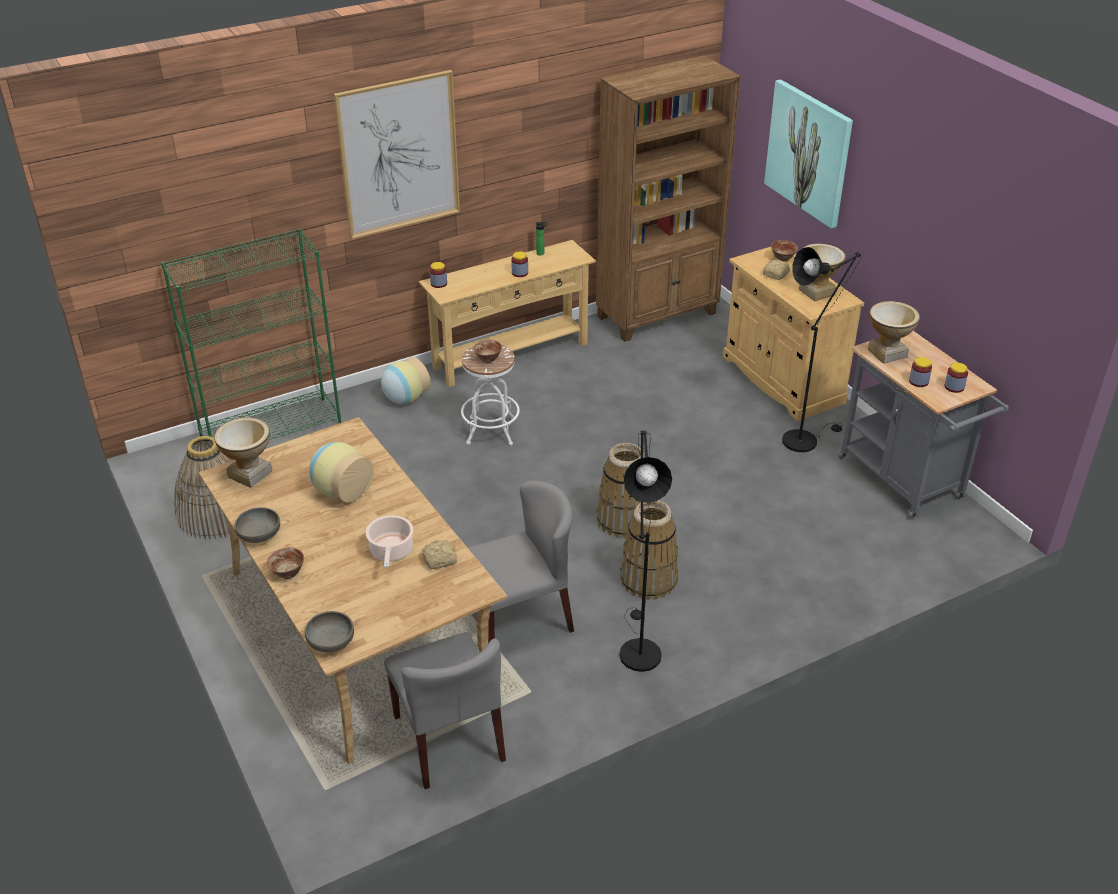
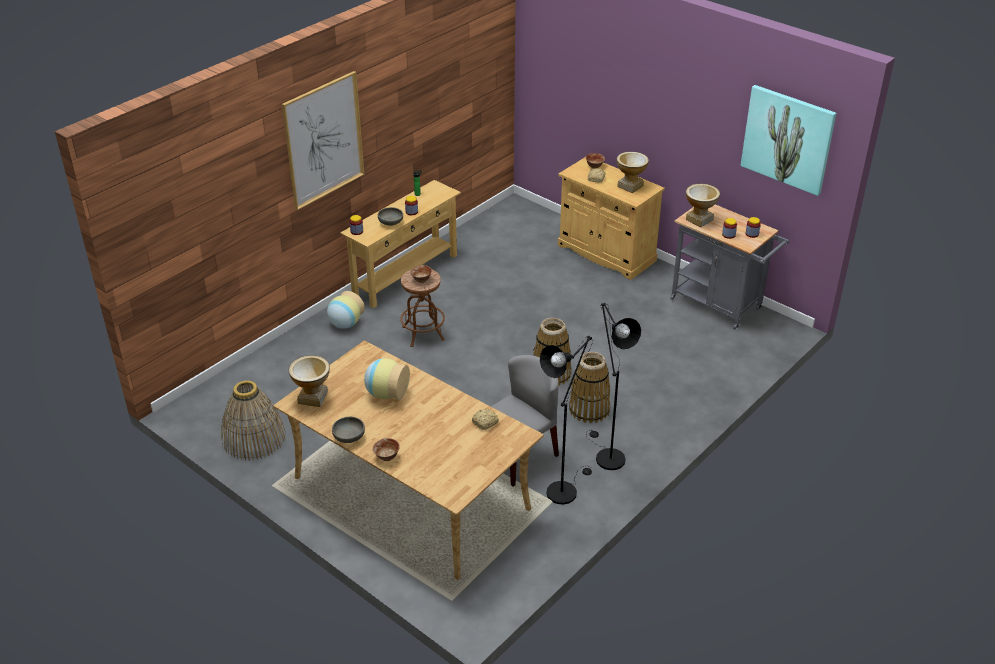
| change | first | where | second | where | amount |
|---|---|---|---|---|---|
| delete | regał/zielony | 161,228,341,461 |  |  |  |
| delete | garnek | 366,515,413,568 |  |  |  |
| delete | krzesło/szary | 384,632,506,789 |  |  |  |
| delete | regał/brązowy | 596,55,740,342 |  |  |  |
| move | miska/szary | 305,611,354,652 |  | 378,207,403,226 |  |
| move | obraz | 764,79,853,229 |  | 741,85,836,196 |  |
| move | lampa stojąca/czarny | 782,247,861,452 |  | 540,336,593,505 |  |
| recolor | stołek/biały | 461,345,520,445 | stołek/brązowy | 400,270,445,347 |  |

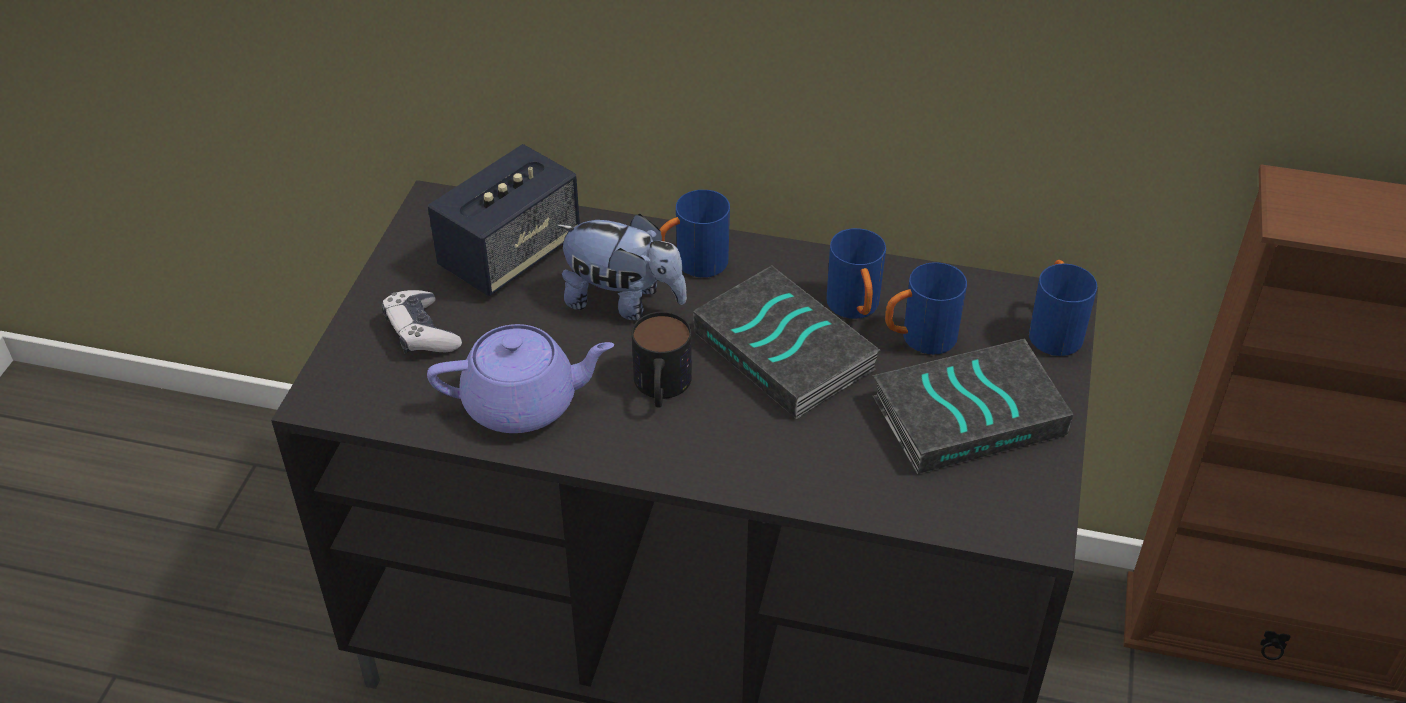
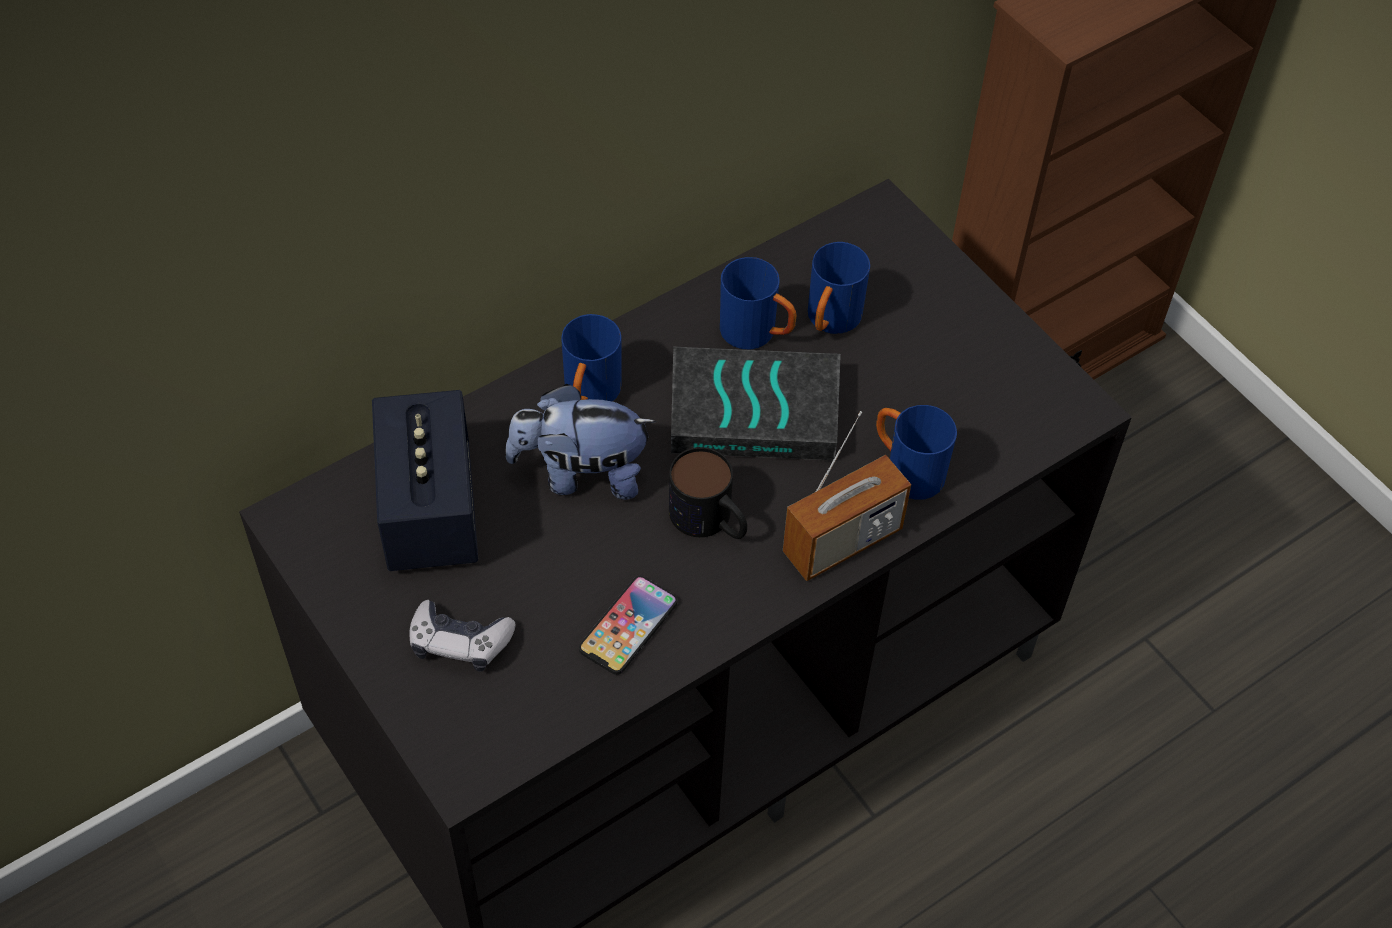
| change | first | where | second | where | amount |
|---|---|---|---|---|---|
| delete | książka | 873,338,1073,474 |  |  |  |
| insert |  |  | radio | 783,411,911,581 |  |
| move | kubek/niebieski | 1029,260,1097,356 |  | 876,405,957,500 |  |
| replace | imbryk/fioletowy | 427,324,614,433 | telefon | 579,576,677,675 |  |
| rotate | pluszak | 556,214,687,320 |  | 506,384,656,500 | 150 degrees counterclockwise |

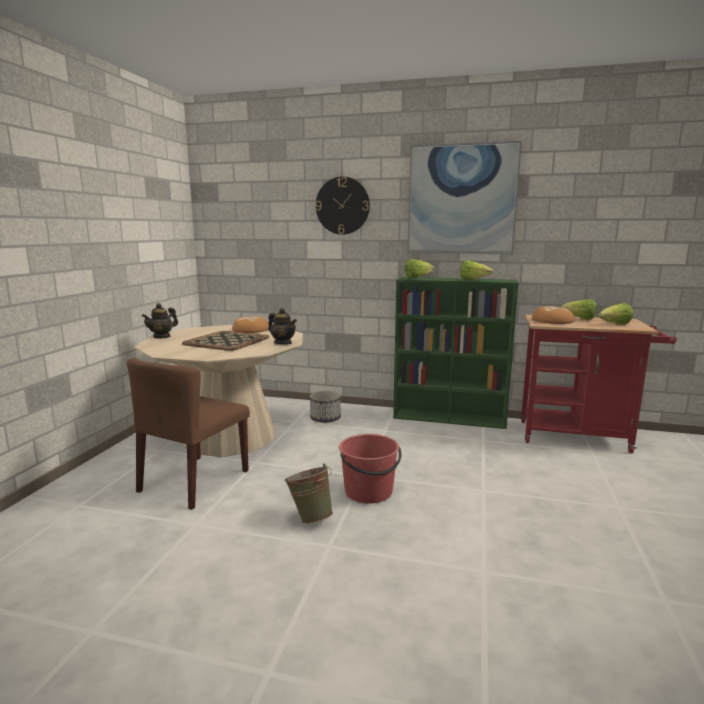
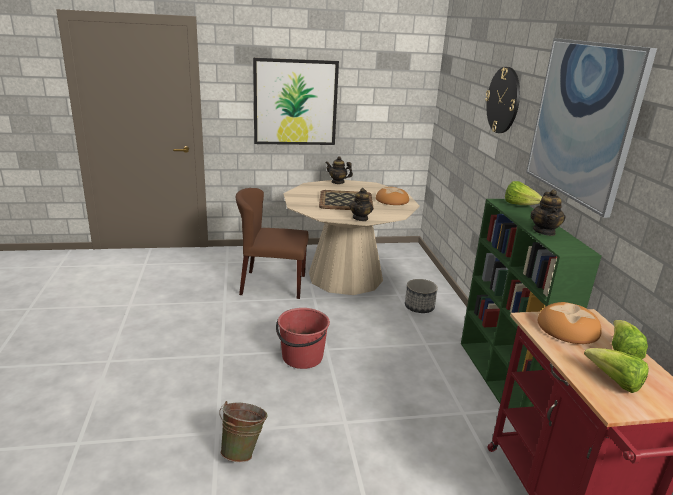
| change | first | where | second | where | amount |
|---|---|---|---|---|---|
| insert |  |  | obraz | 253,58,339,145 |  |
| move | wiadro/zielony | 285,464,333,524 |  | 219,401,268,462 |  |
| replace | sałata | 460,260,493,280 | imbryk | 530,189,565,236 |  |

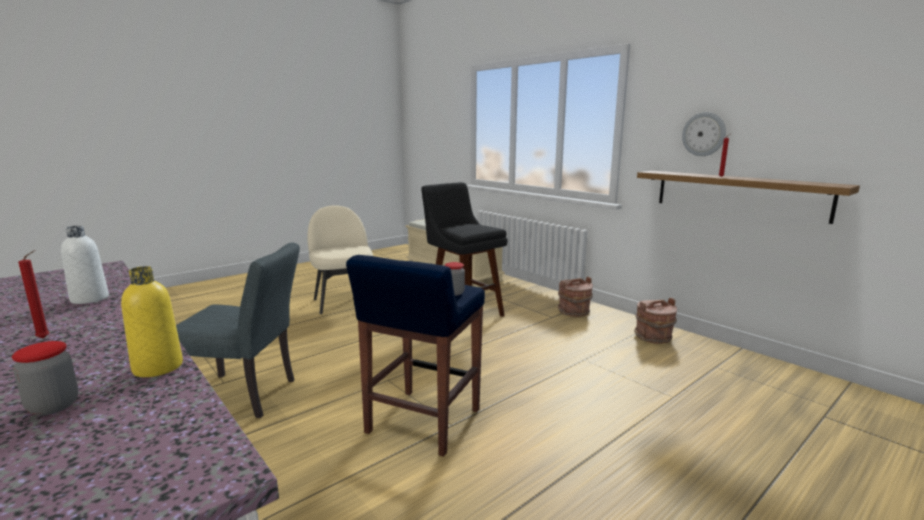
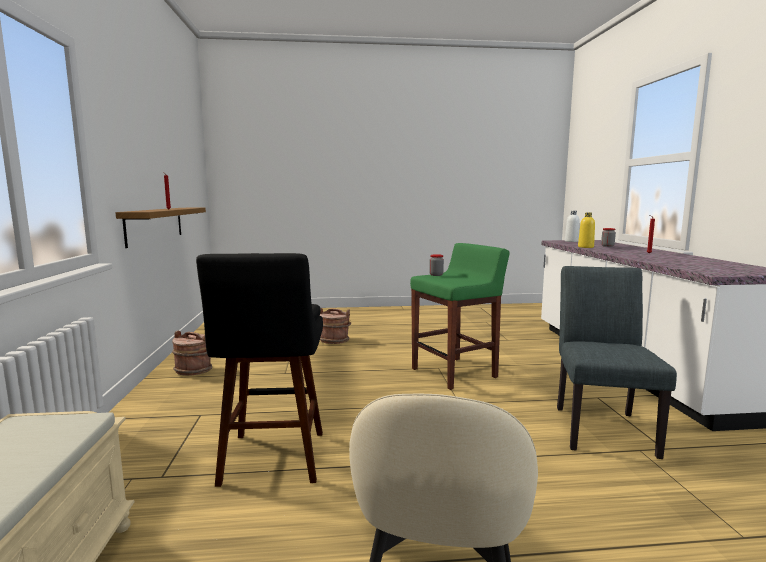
| change | first | where | second | where | amount |
|---|---|---|---|---|---|
| delete | zegar ścienny | 682,112,726,156 |  |  |  |
| move | butelka/biały | 61,226,109,304 |  | 565,211,580,242 |  |
| move | wiadro/brązowy | 558,276,593,317 |  | 320,308,351,344 |  |
| recolor | stołek/niebieski | 346,255,485,457 | stołek/zielony | 410,243,510,390 |  |
| rotate | krzesło/szary | 176,242,300,418 |  | 557,266,677,459 | 60 degrees clockwise |

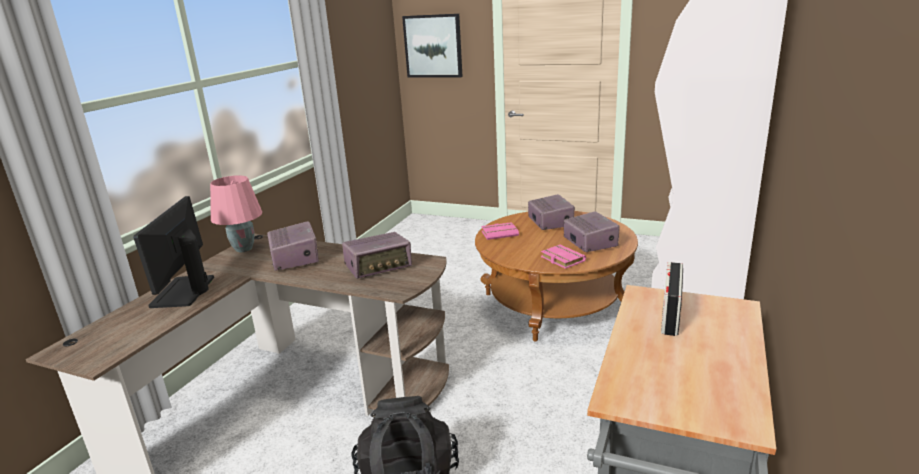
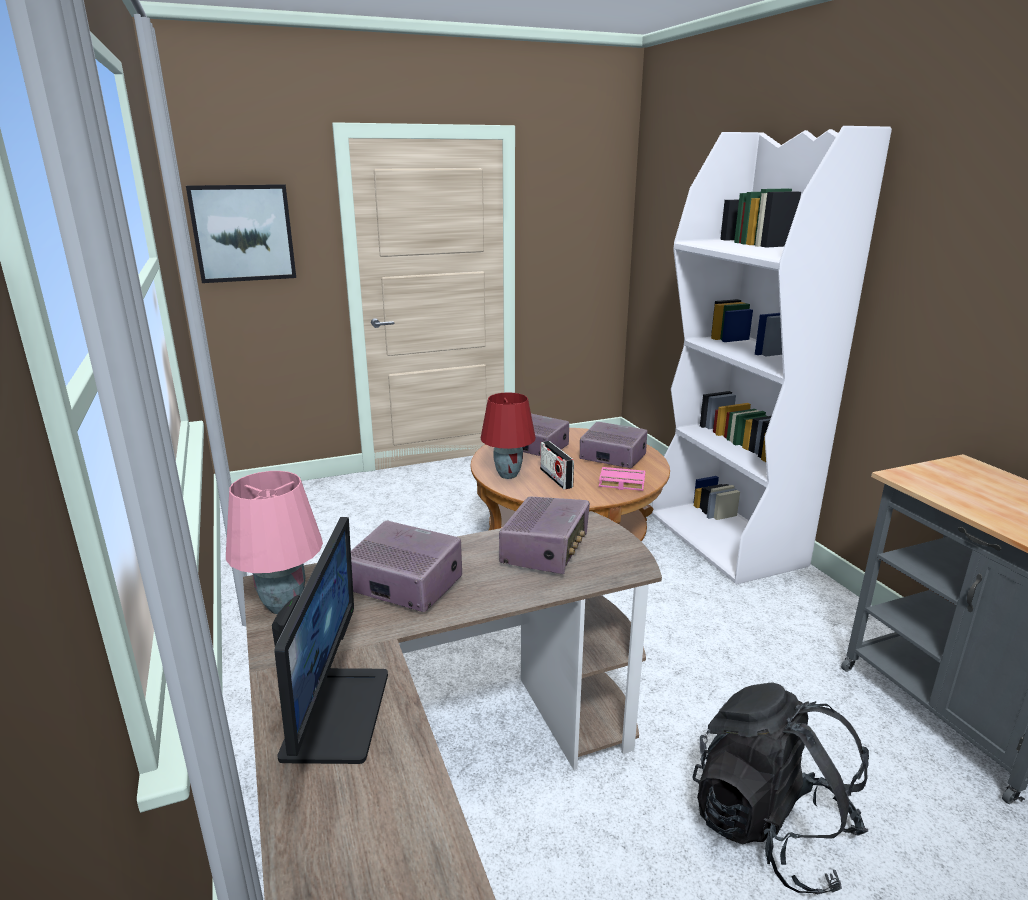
| change | first | where | second | where | amount |
|---|---|---|---|---|---|
| move | radio | 661,262,683,336 |  | 540,441,574,489 |  |
| replace | książka/różowy | 481,222,519,240 | lampa stołowa/czerwony | 481,392,536,479 |  |
| rotate | monitor | 133,196,214,308 |  | 272,517,388,764 | 135 degrees counterclockwise |

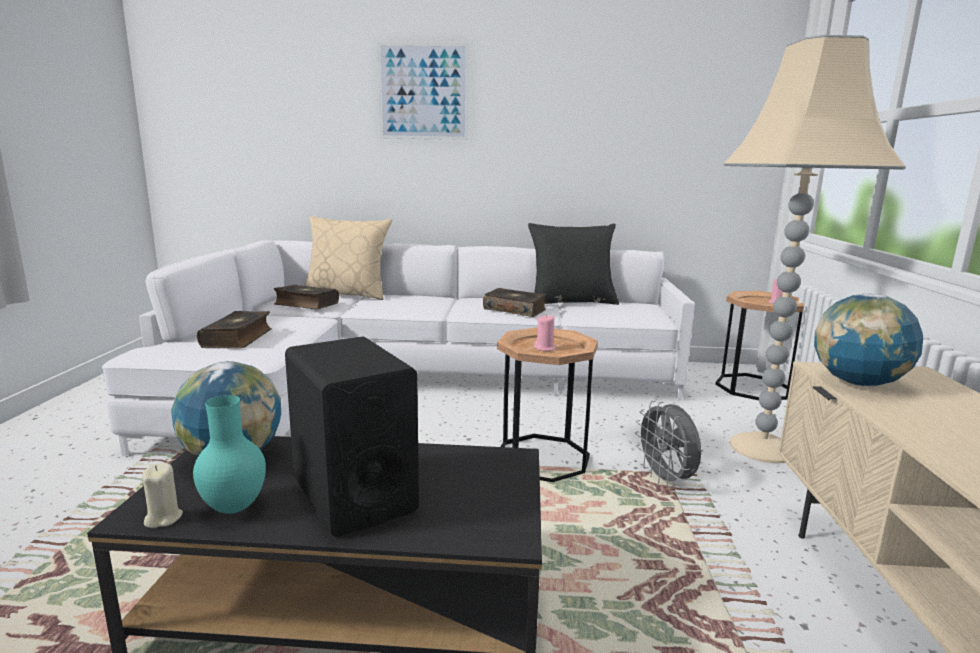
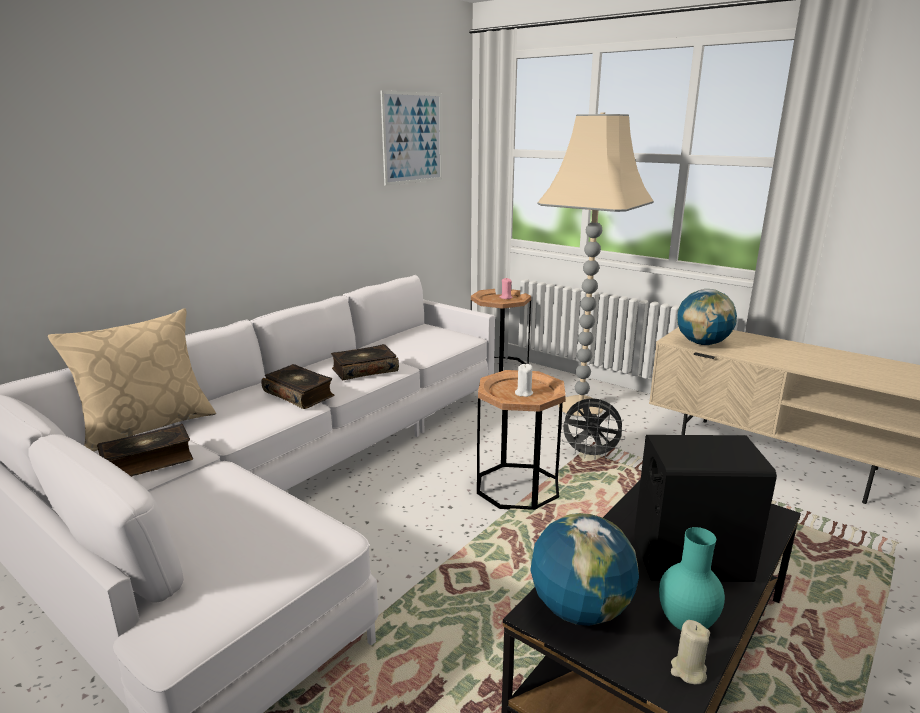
| change | first | where | second | where | amount |
|---|---|---|---|---|---|
| delete | poduszka/czarny | 528,223,619,305 |  |  |  |
| move | książka | 197,311,272,349 |  | 261,364,334,409 |  |
| move | obraz | 378,42,469,140 |  | 380,90,442,186 |  |
| recolor | świeca/różowy | 534,314,556,351 | świeca/biały | 515,364,533,397 |  |

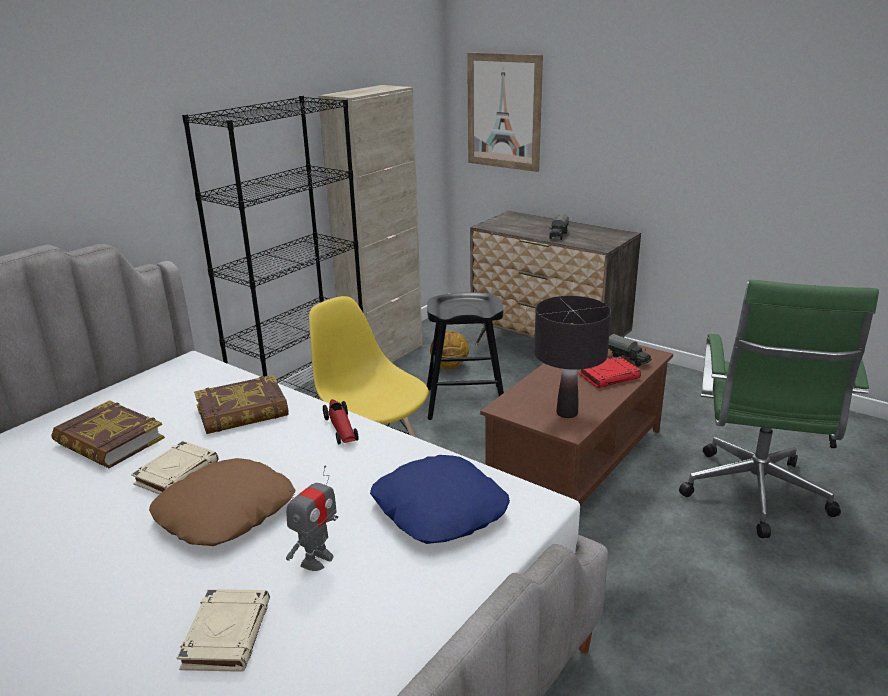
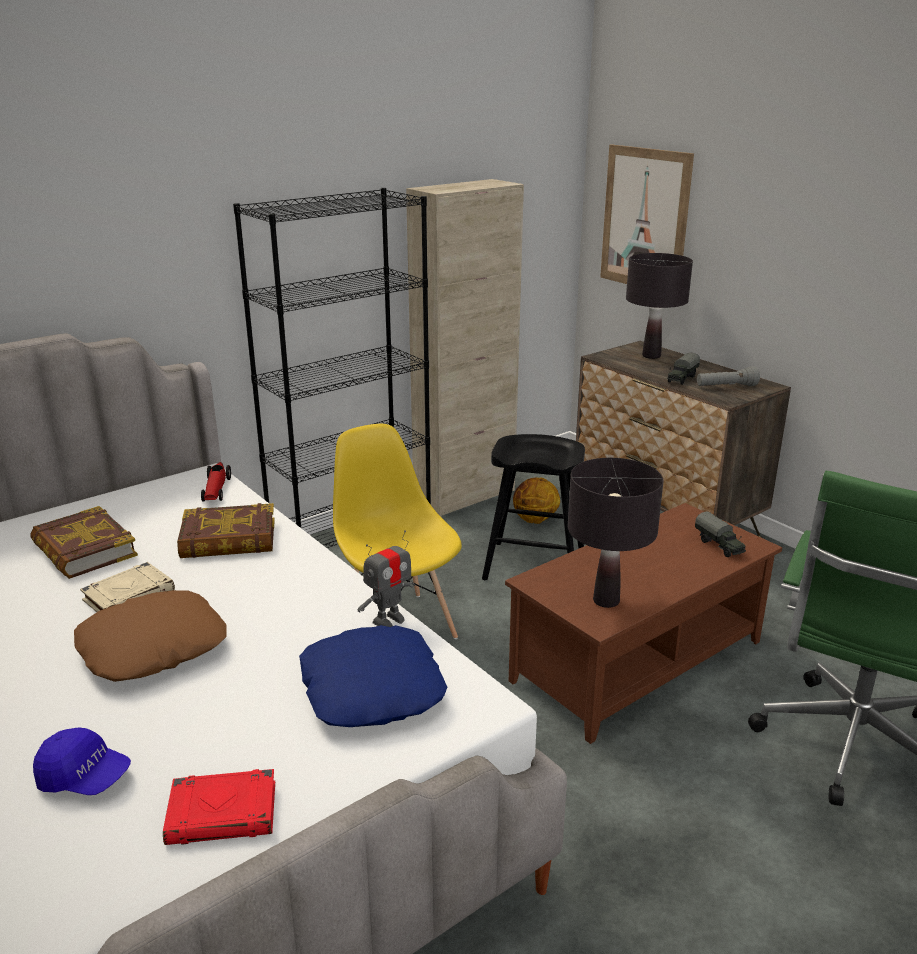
| change | first | where | second | where | amount |
|---|---|---|---|---|---|
| insert |  |  | lampa stołowa/czarny | 626,253,693,359 |  |
| insert |  |  | latarka/szary | 697,366,760,386 |  |
| move | robot zabawkowy | 286,465,338,571 |  | 357,530,415,627 |  |
| move | samochodzik | 323,399,359,444 |  | 201,462,231,502 |  |
| move | książka/czerwony | 578,356,641,388 |  | 163,769,275,845 |  |
| replace | książka/beżowy | 177,589,270,672 | czapka z daszkiem/niebieski | 33,727,131,795 |  |

